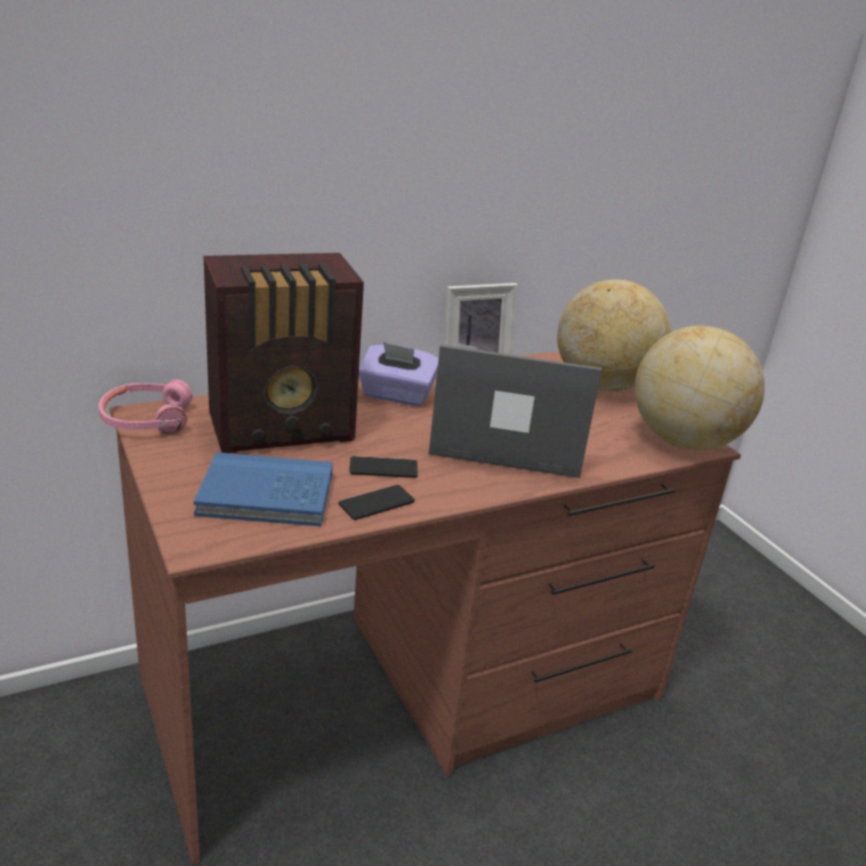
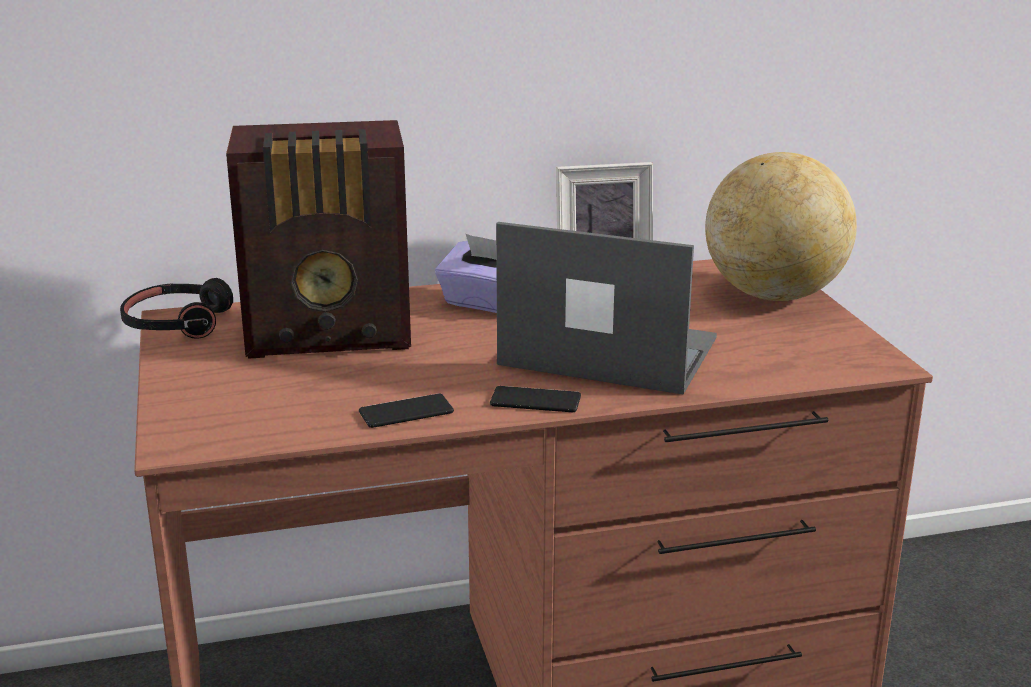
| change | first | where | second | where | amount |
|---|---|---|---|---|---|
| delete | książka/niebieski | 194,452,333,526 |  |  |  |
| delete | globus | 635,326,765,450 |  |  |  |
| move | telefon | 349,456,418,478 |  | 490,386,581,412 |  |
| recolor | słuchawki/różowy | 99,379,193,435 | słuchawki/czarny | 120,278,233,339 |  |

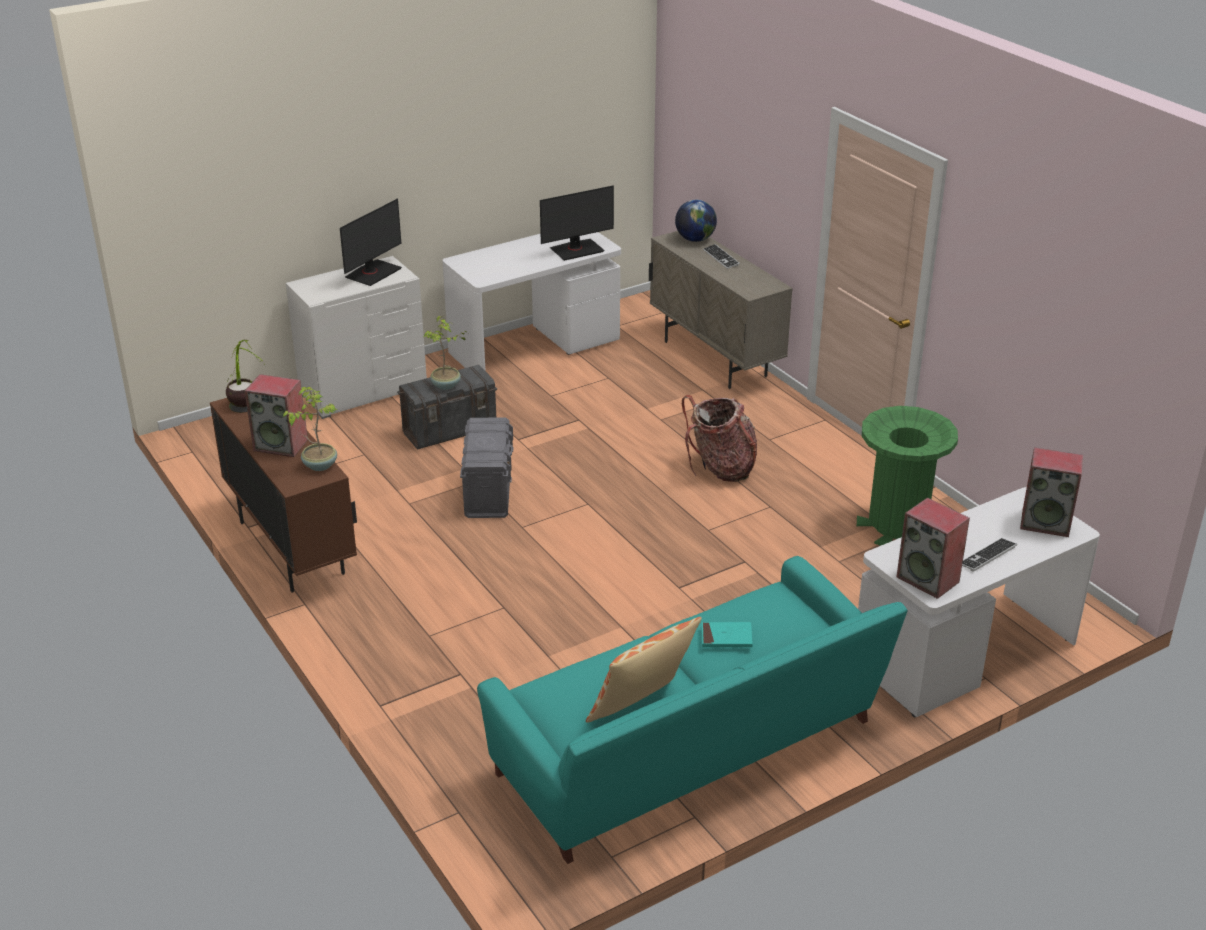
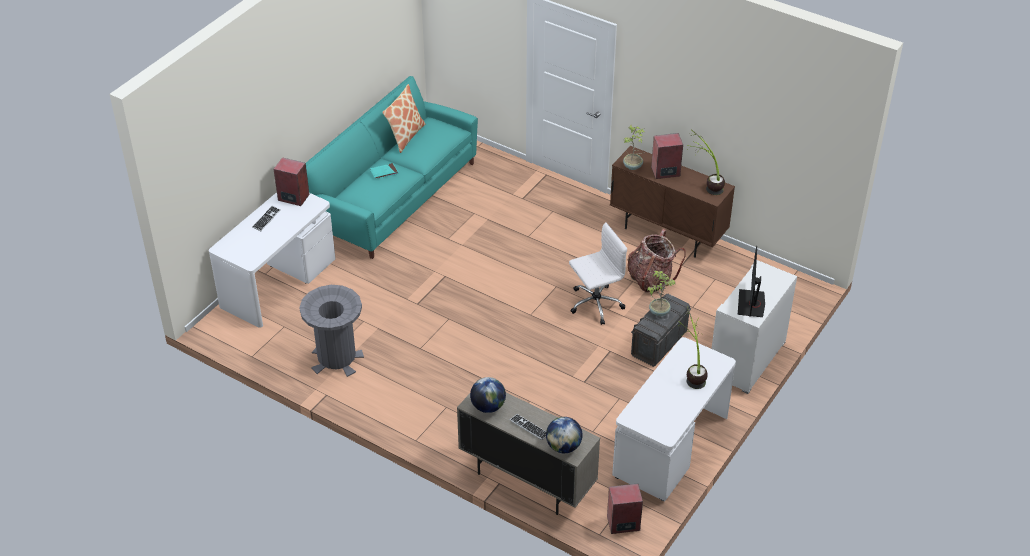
| change | first | where | second | where | amount |
|---|---|---|---|---|---|
| delete | monitor | 540,185,614,261 |  |  |  |
| insert |  |  | globus | 470,377,506,413 |  |
| insert |  |  | roślina doniczkowa | 677,306,708,389 |  |
| move | plecak | 682,395,757,482 |  | 627,229,686,293 |  |
| move | głośnik | 1020,447,1083,537 |  | 607,484,643,534 |  |
| replace | pojemnik do przechowywania/szary | 460,417,514,518 | krzesło biurowe/biały | 569,222,627,325 |  |
| recolor | kosz na śmieci/zielony | 857,406,958,546 | kosz na śmieci/szary | 299,285,364,377 |  |

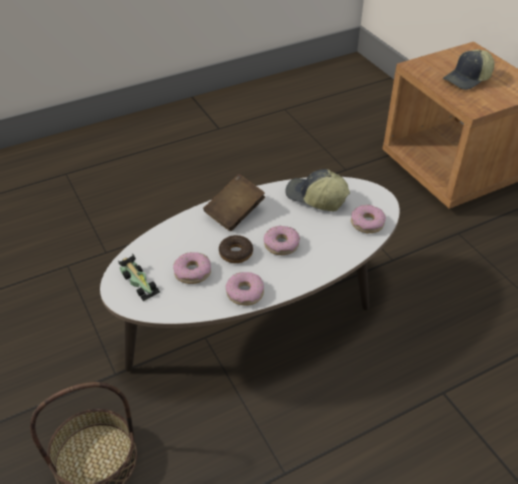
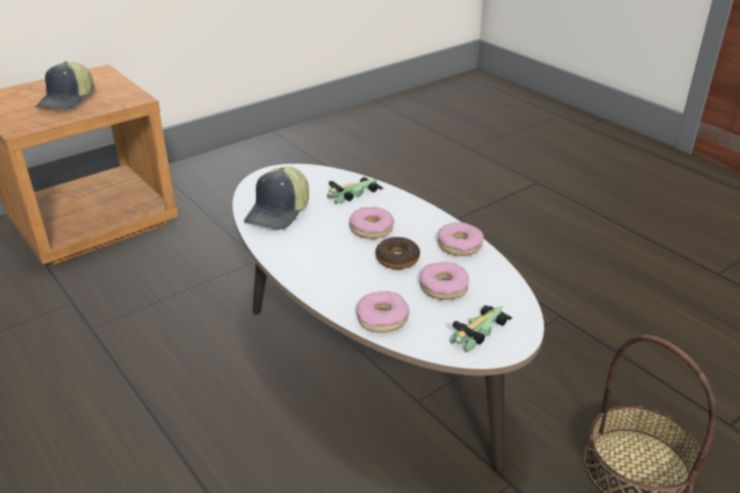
| change | first | where | second | where | amount |
|---|---|---|---|---|---|
| delete | książka/brązowy | 203,174,265,231 |  |  |  |
| insert |  |  | samochodzik | 327,177,383,204 |  |
| move | donut | 351,205,386,233 |  | 356,291,410,333 |  |
| rotate | czapka z daszkiem | 443,49,495,90 |  | 35,61,94,110 | 60 degrees clockwise |

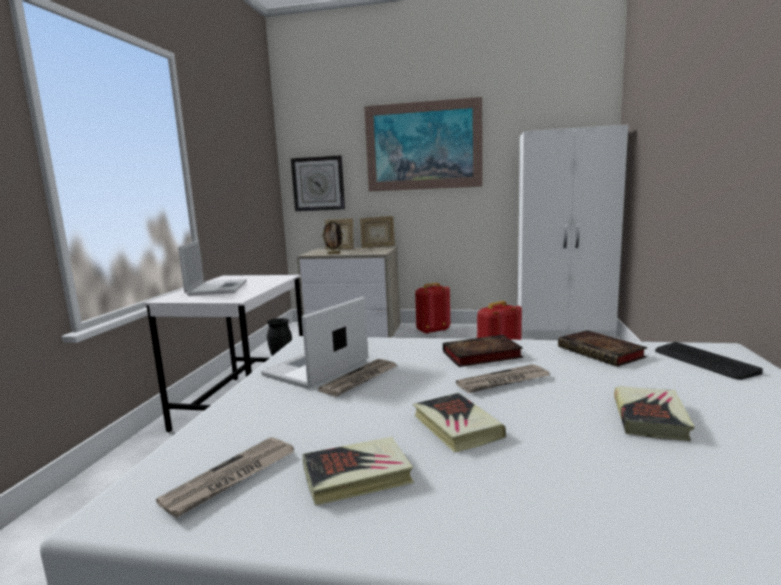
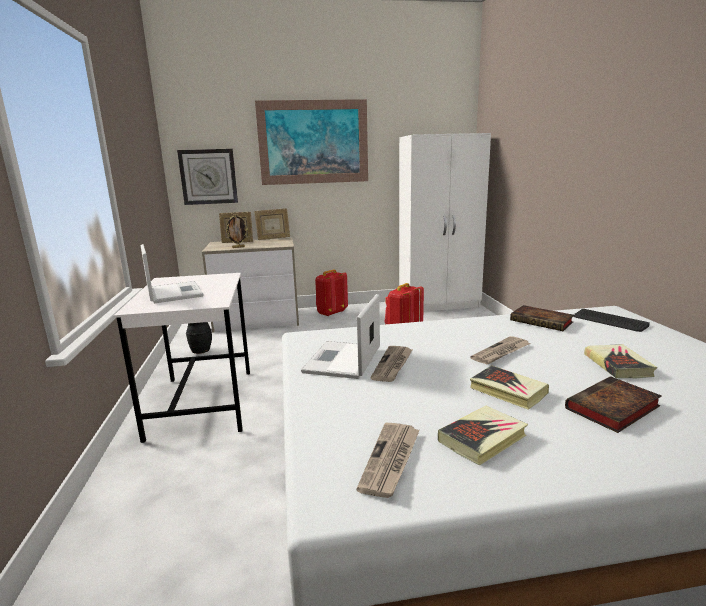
| change | first | where | second | where | amount |
|---|---|---|---|---|---|
| move | książka | 443,335,523,367 |  | 565,376,662,433 |  |

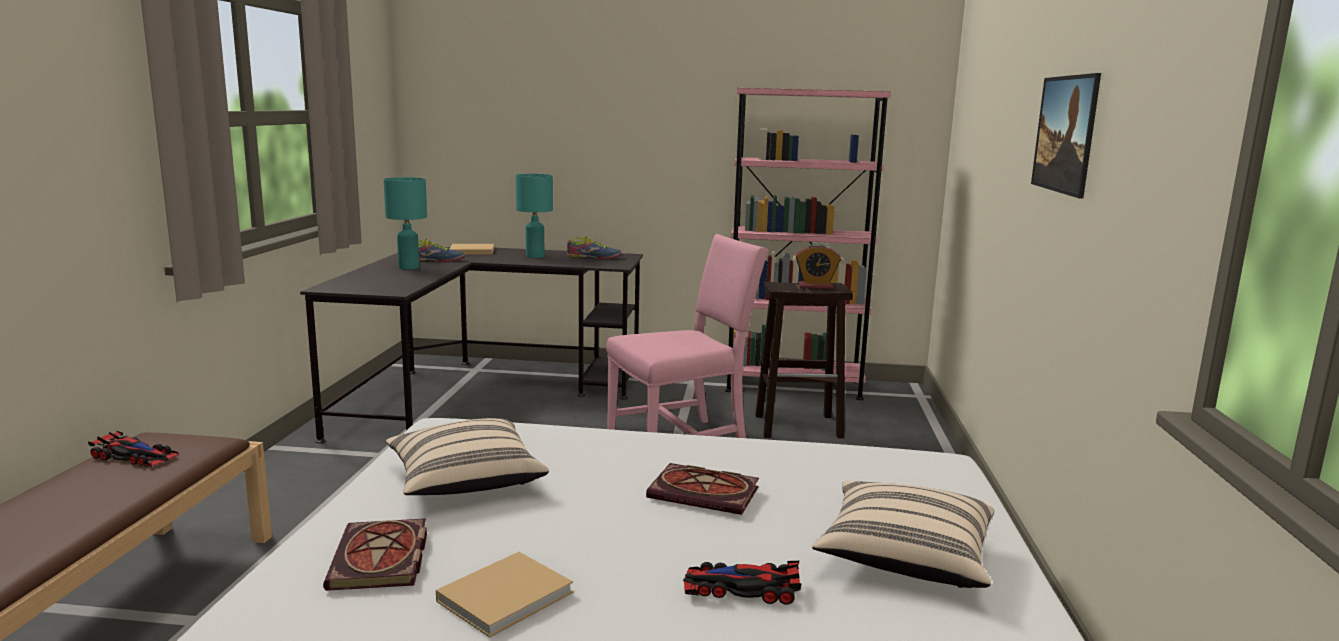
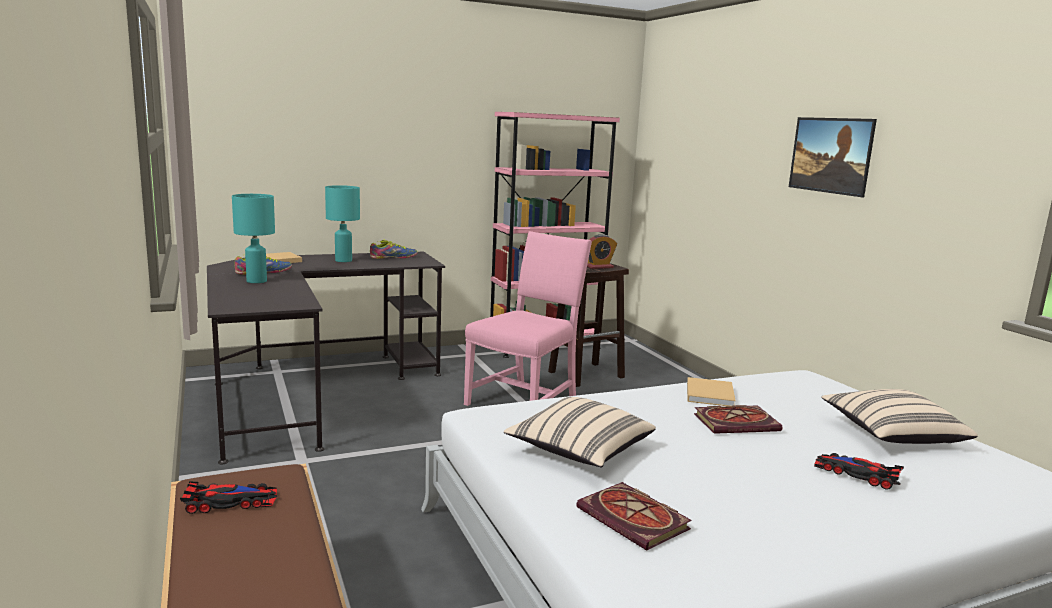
| change | first | where | second | where | amount |
|---|---|---|---|---|---|
| move | książka/beżowy | 436,552,573,638 |  | 687,377,736,406 |  |
| rotate | samochodzik | 683,561,802,605 |  | 814,453,904,490 | 60 degrees clockwise |

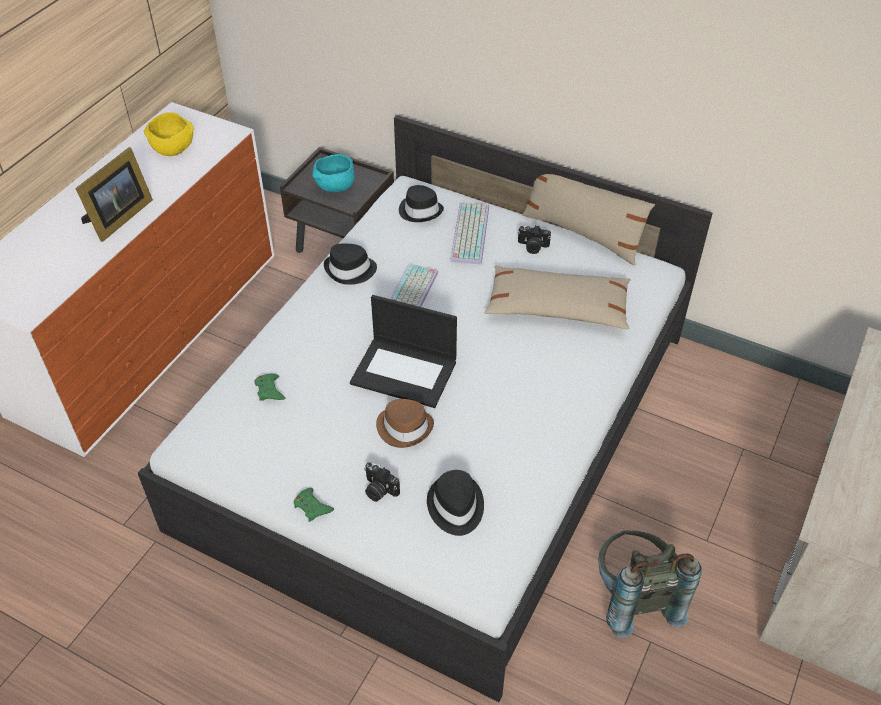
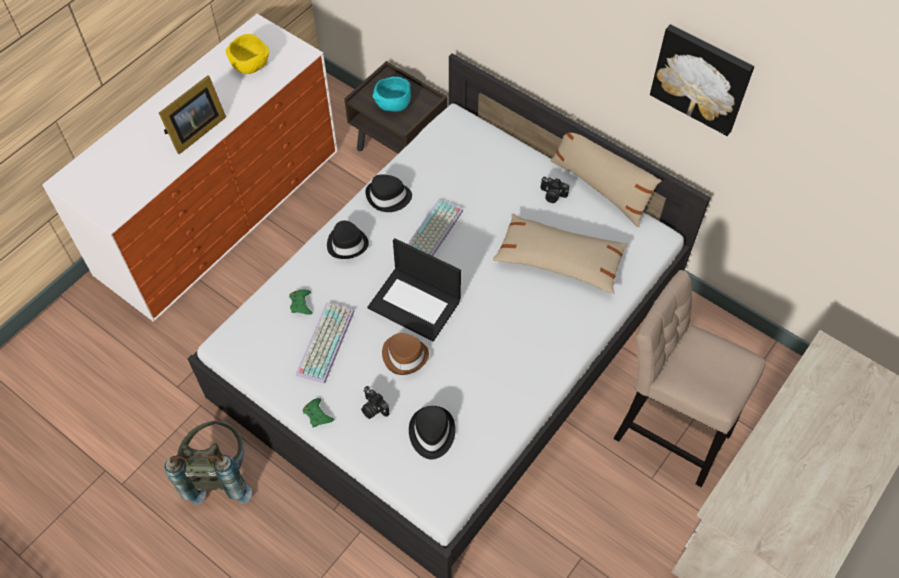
| change | first | where | second | where | amount |
|---|---|---|---|---|---|
| insert |  |  | stołek/beżowy | 614,270,765,487 |  |
| insert |  |  | obraz | 650,24,754,136 |  |
| move | kapelusz/czarny | 399,185,444,222 |  | 327,221,369,259 |  |
| move | klawiatura | 450,202,489,265 |  | 296,302,355,384 |  |
| move | plecak/szary | 599,530,702,638 |  | 164,421,252,505 |  |

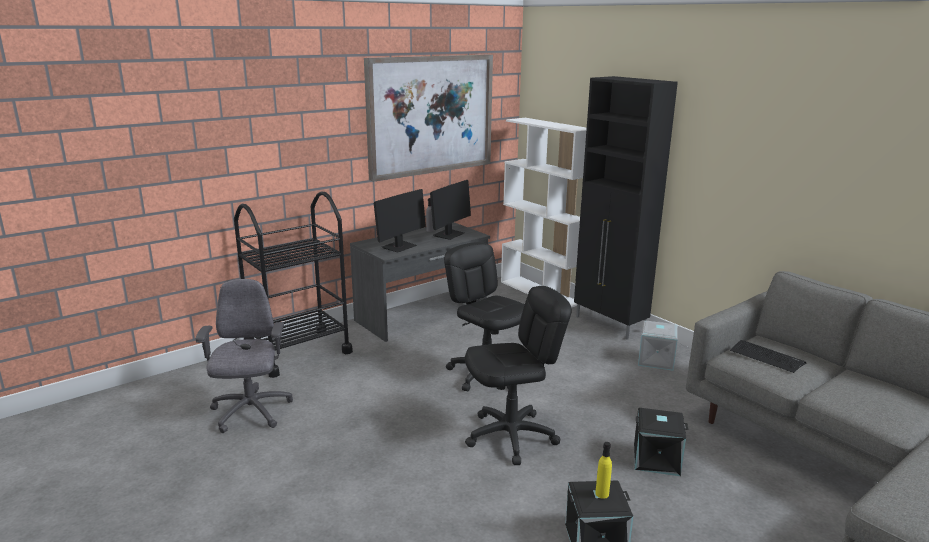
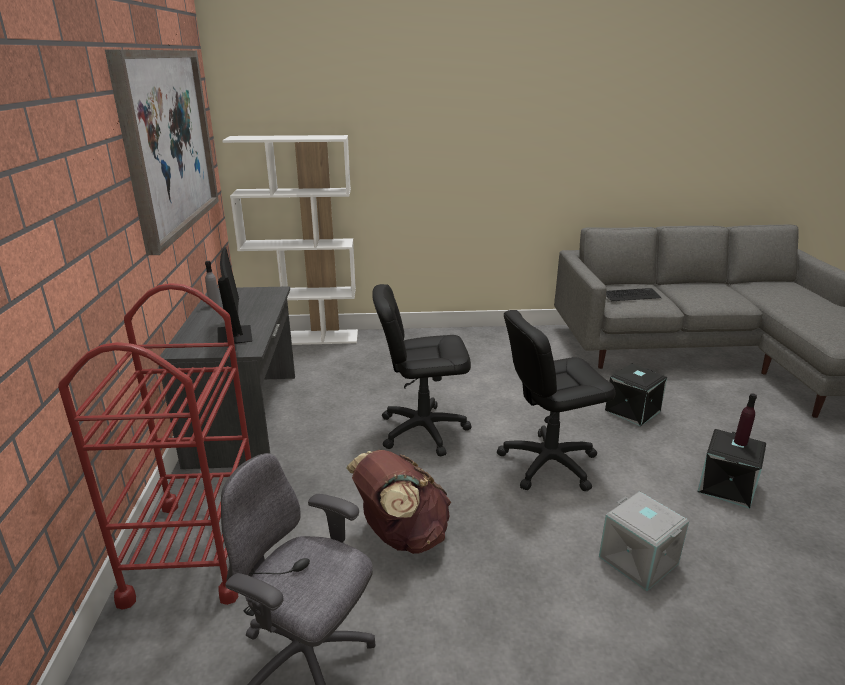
| change | first | where | second | where | amount |
|---|---|---|---|---|---|
| delete | monitor | 430,180,471,240 |  |  |  |
| delete | szafka/czarny | 574,76,678,340 |  |  |  |
| insert |  |  | plecak/brązowy | 346,450,451,554 |  |
| move | pojemnik do przechowywania/szary | 638,320,678,371 |  | 599,491,689,591 |  |
| recolor | wózek/czarny | 234,191,353,378 | wózek/czerwony | 58,283,251,610 |  |
| recolor | butelka/żółty | 595,442,612,499 | butelka/fioletowy | 734,393,757,446 |  |
| rotate | krzesło biurowe/czarny | 465,286,571,465 |  | 497,310,616,491 | 120 degrees counterclockwise |

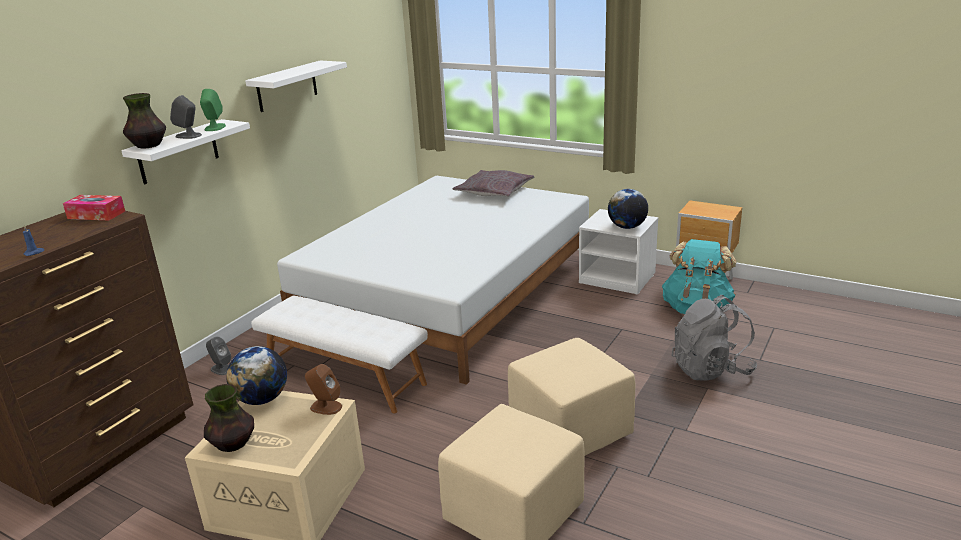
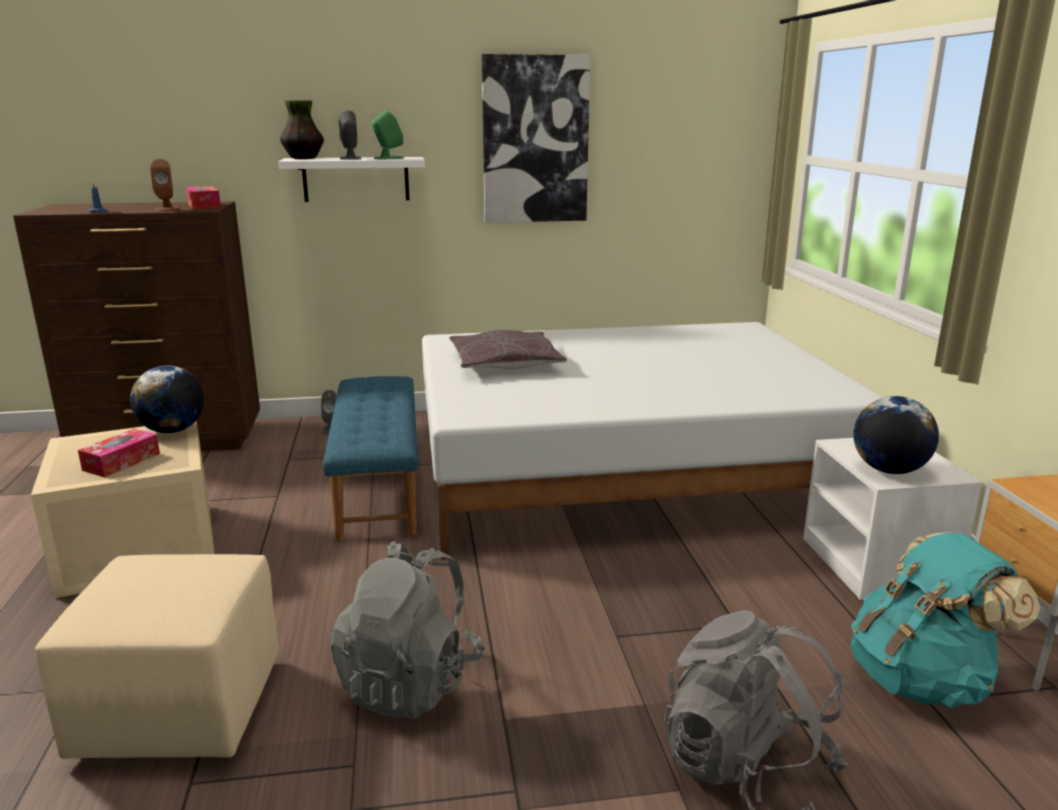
| change | first | where | second | where | amount |
|---|---|---|---|---|---|
| delete | wazon | 204,384,254,452 |  |  |  |
| insert |  |  | pudełko chusteczek | 78,429,160,477 |  |
| move | głośnik/brązowy | 305,364,342,415 |  | 150,159,179,212 |  |
| move | poduszka/szary | 453,170,534,197 |  | 449,330,567,369 |  |
| replace | półka/biały | 245,60,347,112 | obraz | 481,54,590,223 |  |
| replace | pufa/beżowy | 508,338,635,456 | plecak/szary | 331,541,484,719 |  |
| recolor | ławka/biały | 251,296,428,413 | ławka/niebieski | 323,376,418,541 |  |

